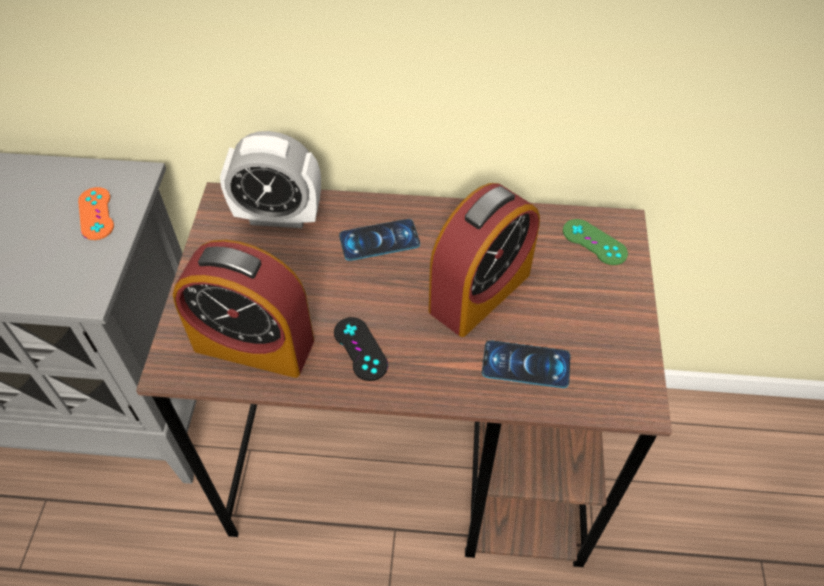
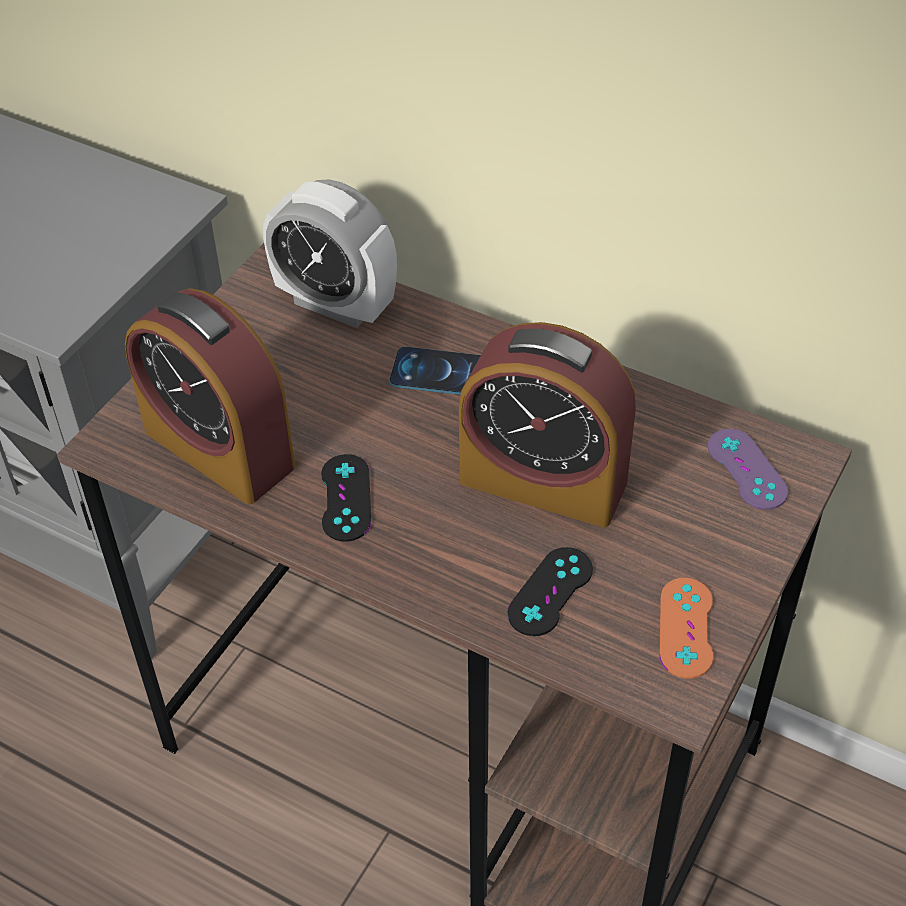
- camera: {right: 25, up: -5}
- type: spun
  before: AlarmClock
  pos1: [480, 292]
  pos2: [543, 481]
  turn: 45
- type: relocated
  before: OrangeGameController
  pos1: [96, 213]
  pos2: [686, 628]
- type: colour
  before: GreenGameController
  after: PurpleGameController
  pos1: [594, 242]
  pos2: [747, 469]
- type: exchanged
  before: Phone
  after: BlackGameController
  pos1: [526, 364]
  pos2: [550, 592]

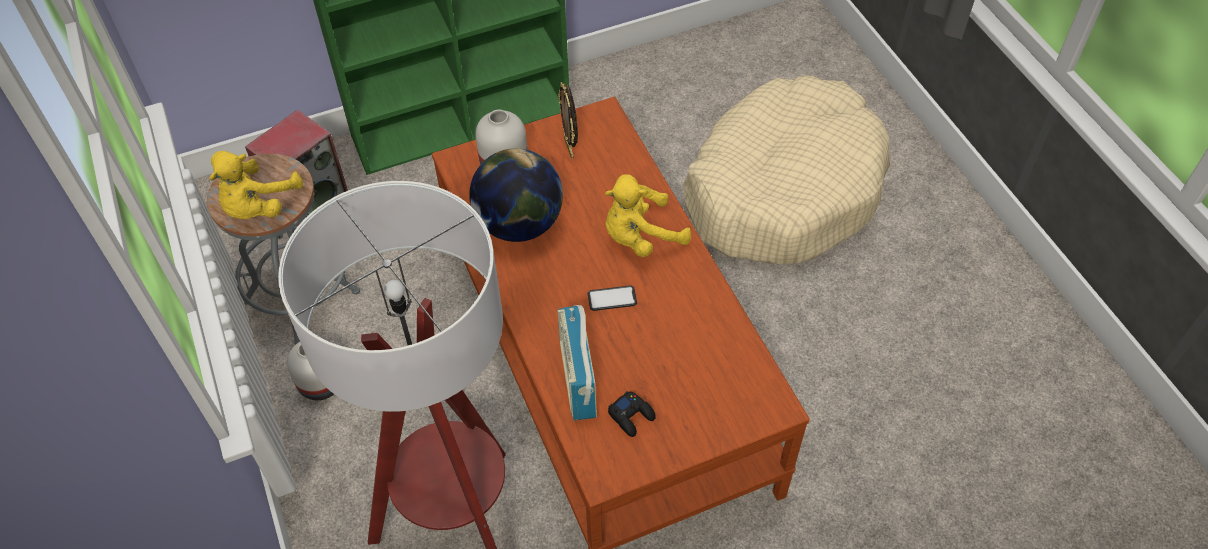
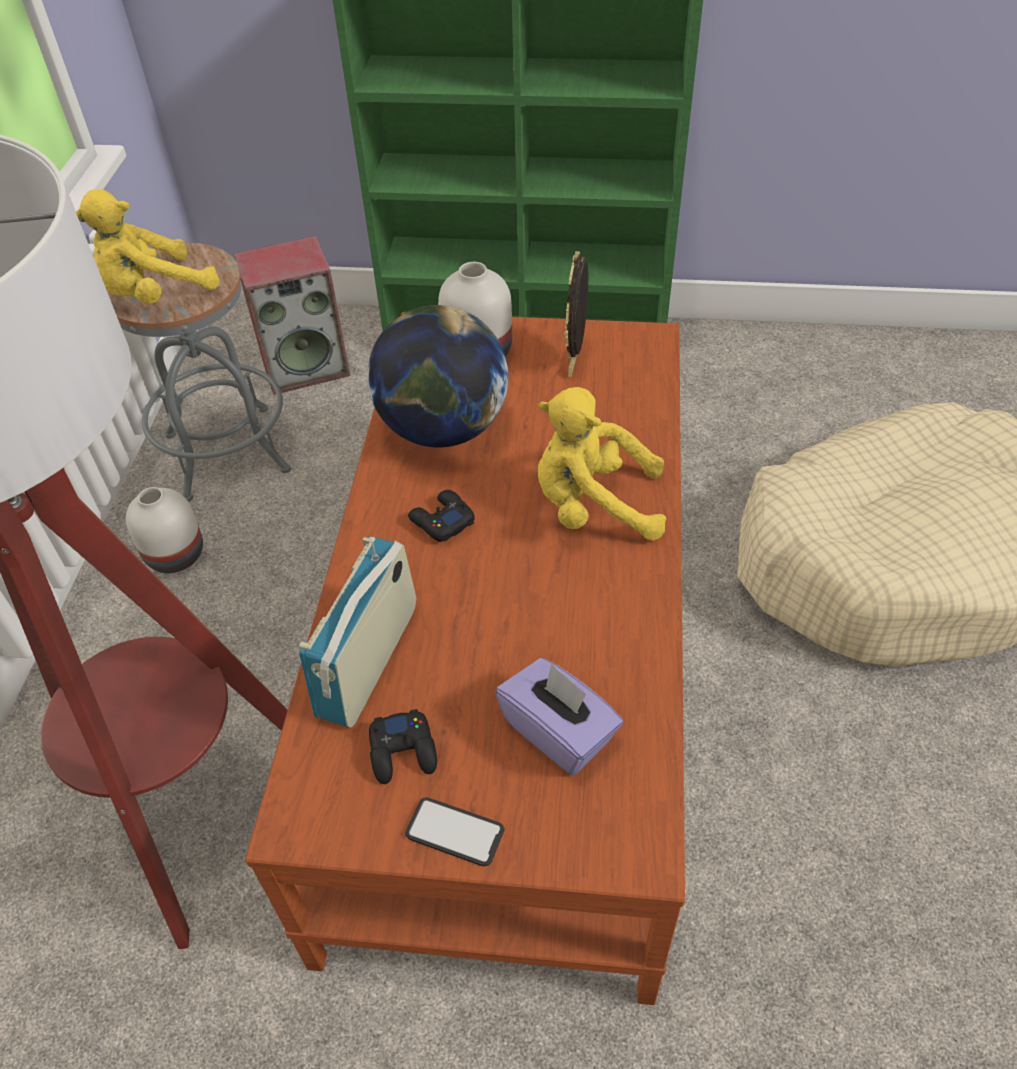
- camera: {right: 30, up: -5}
- type: relocated
  before: Phone
  pos1: [612, 298]
  pos2: [455, 832]
- type: appeared
  after: BlackGameController
  pos2: [441, 521]
- type: appeared
  after: PurpleTissueBox
  pos2: [559, 732]

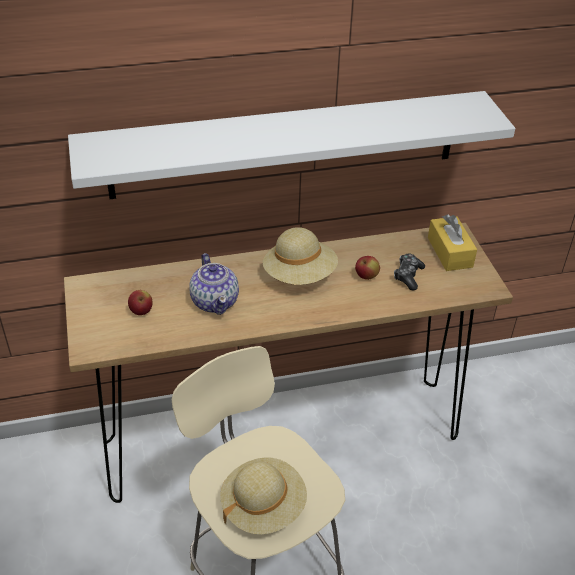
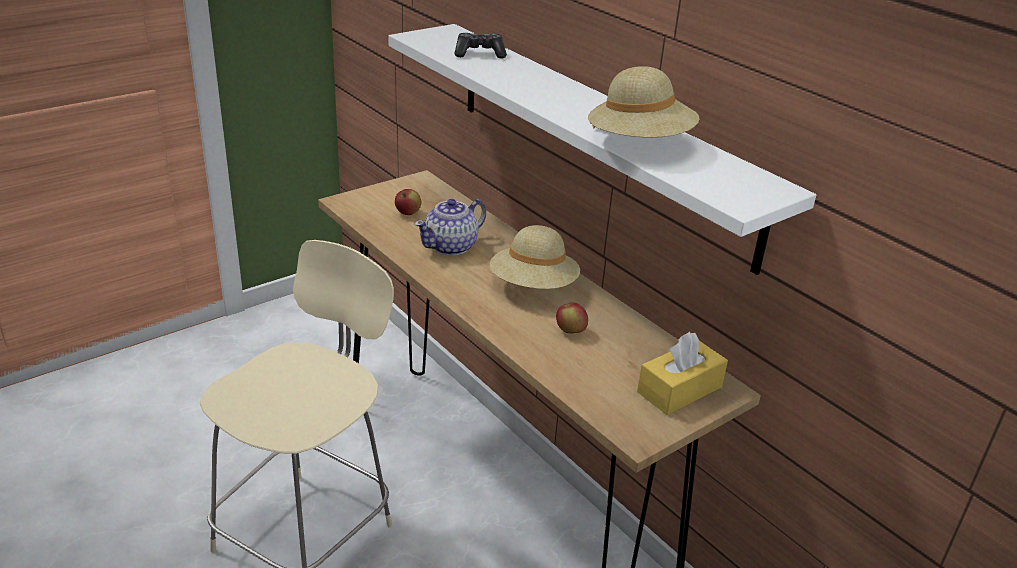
- camera: {right: 65, up: -10}
- type: relocated
  before: GameController
  pos1: [408, 276]
  pos2: [479, 54]
- type: relocated
  before: BeigeHat
  pos1: [263, 506]
  pos2: [640, 143]

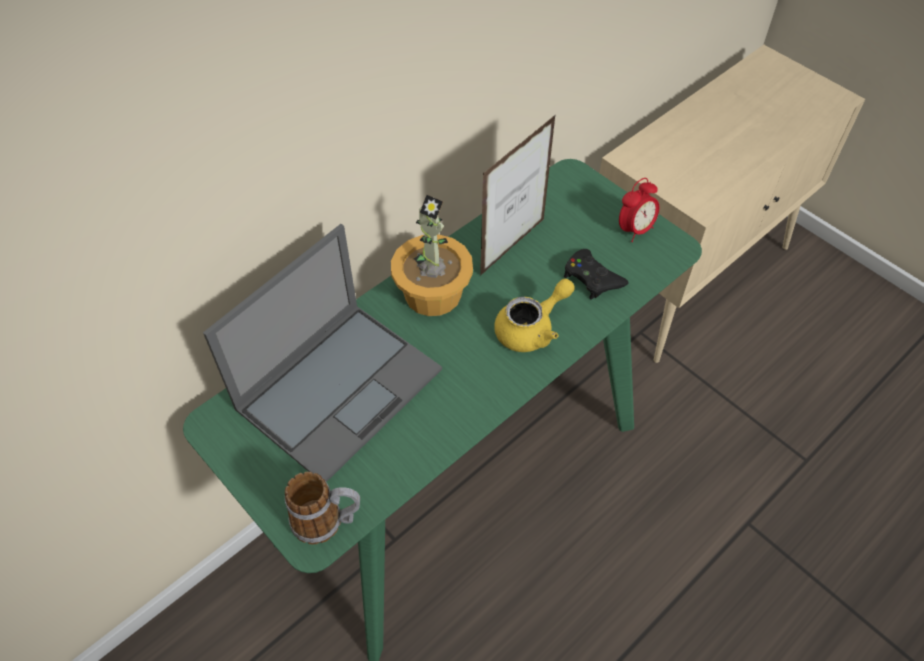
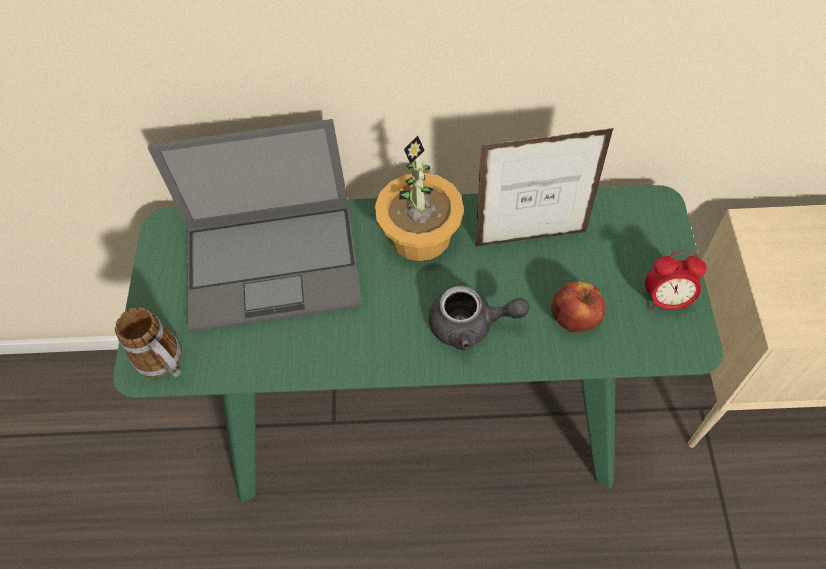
- camera: {right: 45, up: 5}
- type: exchanged
  before: BlackGameController
  after: Apple
  pos1: [592, 278]
  pos2: [574, 318]
- type: colour
  before: YellowTeapot
  after: GreyTeapot
  pos1: [531, 329]
  pos2: [471, 325]

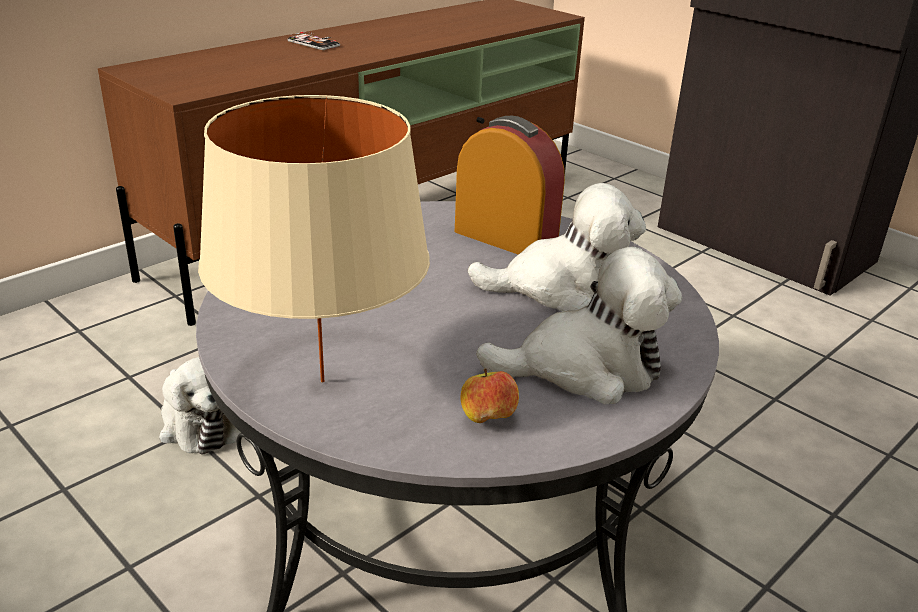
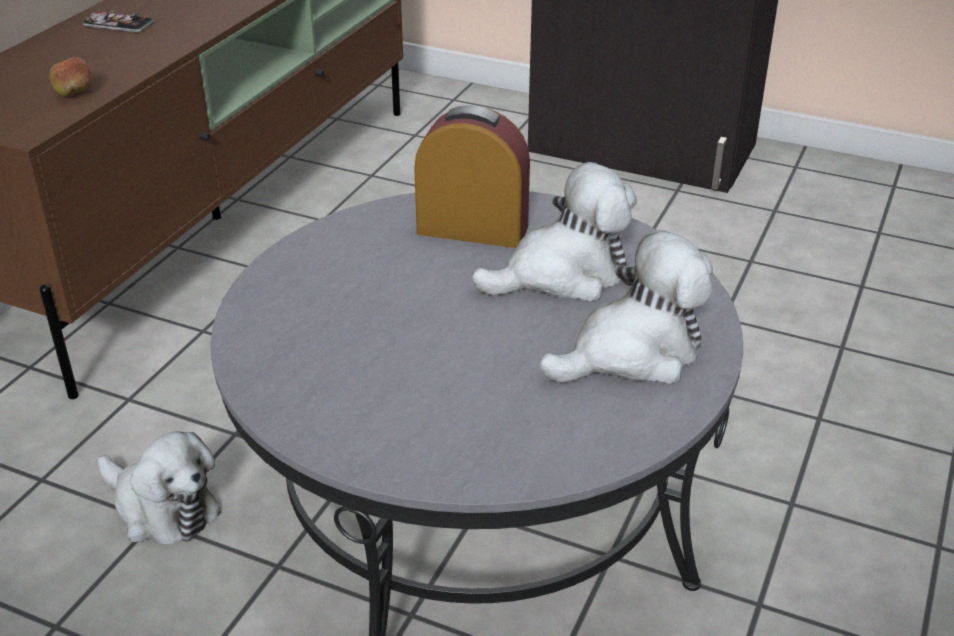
- camera: {right: -20, up: 5}
- type: missing
  before: BeigeTableLamp
  pos1: [323, 381]
- type: relocated
  before: Apple
  pos1: [488, 418]
  pos2: [74, 94]

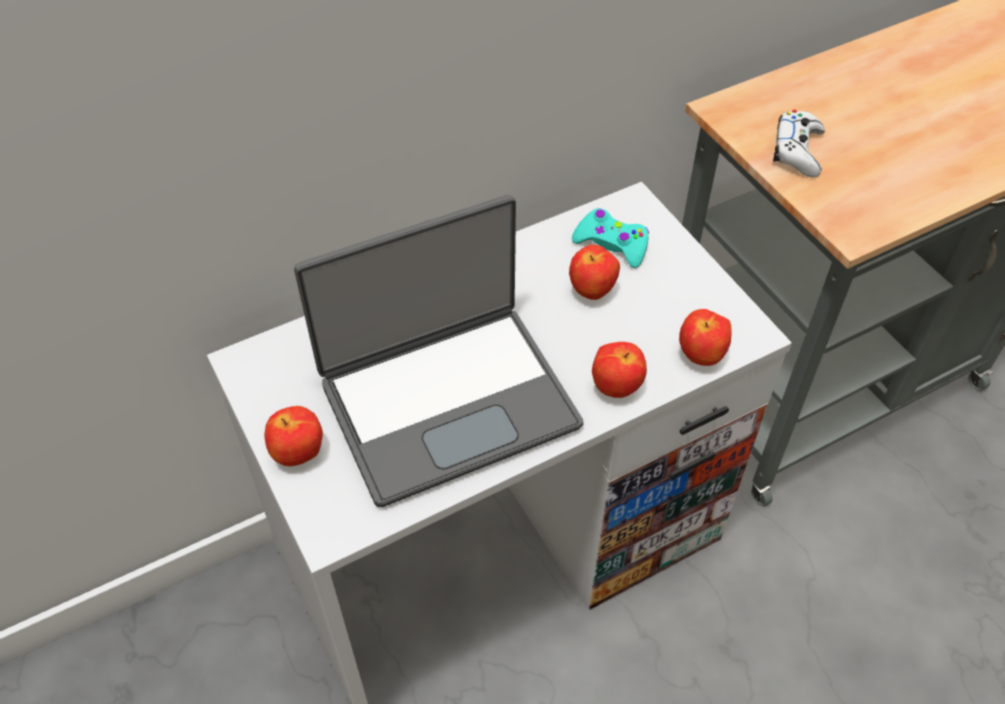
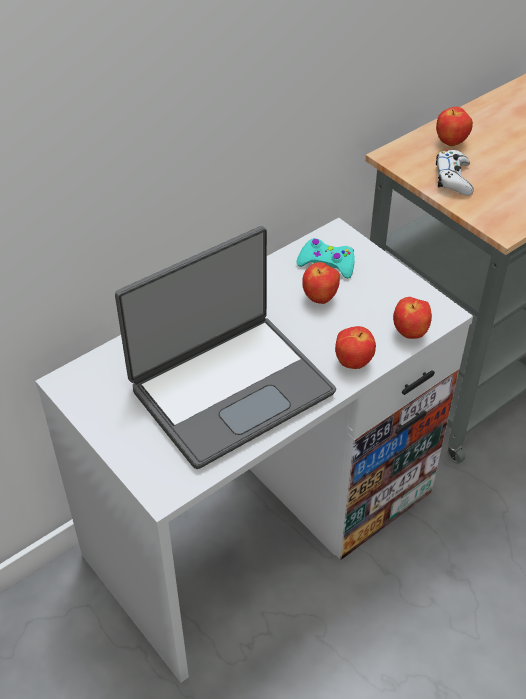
- camera: {right: -10, up: -5}
- type: relocated
  before: Apple
  pos1: [298, 454]
  pos2: [451, 143]

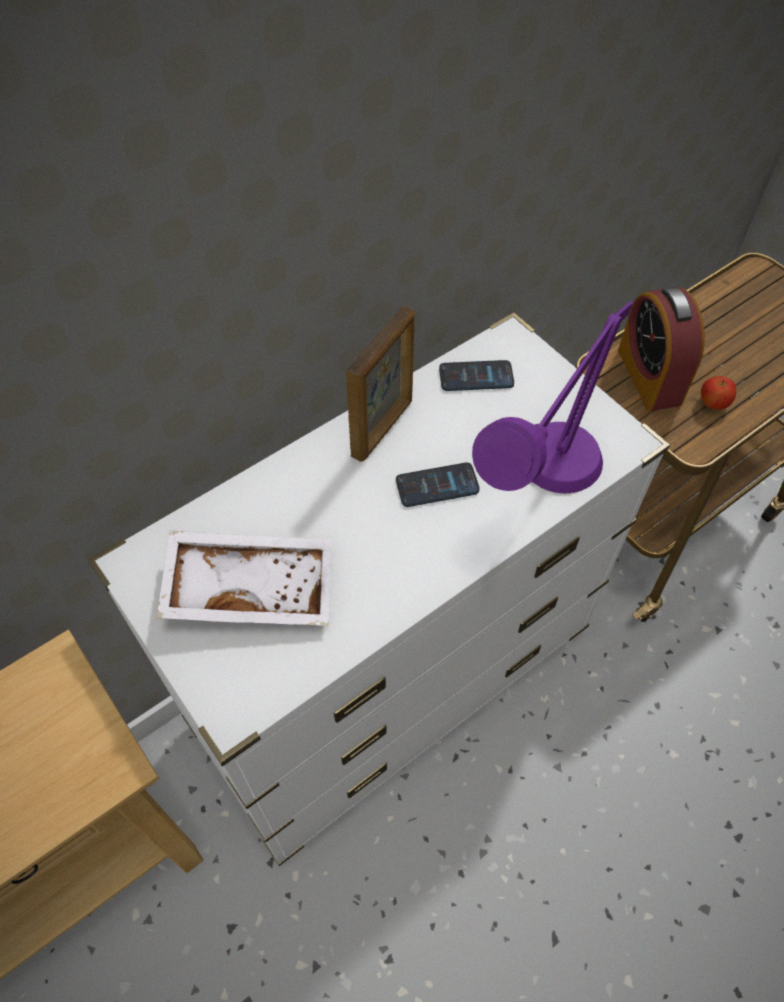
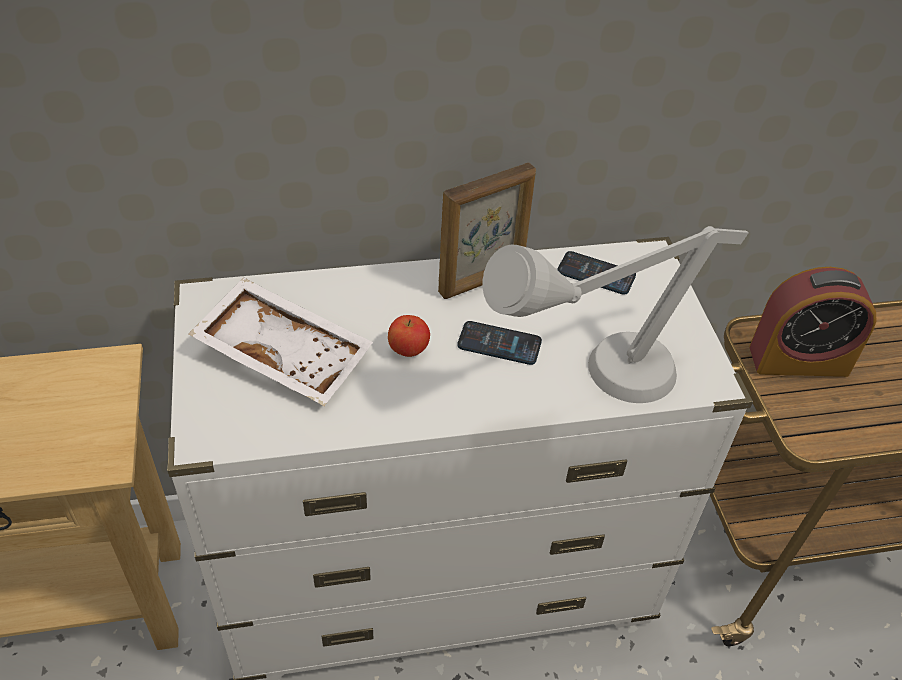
- camera: {right: 25, up: -10}
- type: spun
  before: AlarmClock
  pos1: [649, 376]
  pos2: [798, 360]
  turn: -105
- type: colour
  before: PurpleTableLamp
  after: GreyTableLamp
  pos1: [539, 489]
  pos2: [593, 385]
- type: relocated
  before: Apple
  pos1: [712, 403]
  pos2: [408, 350]

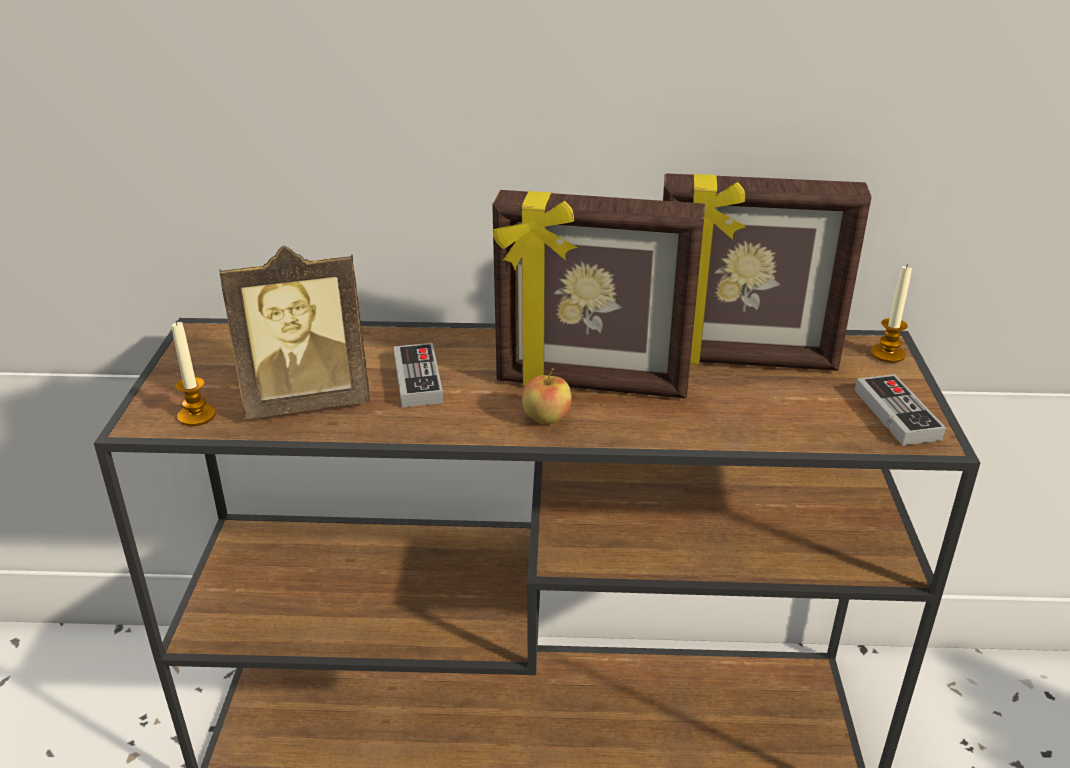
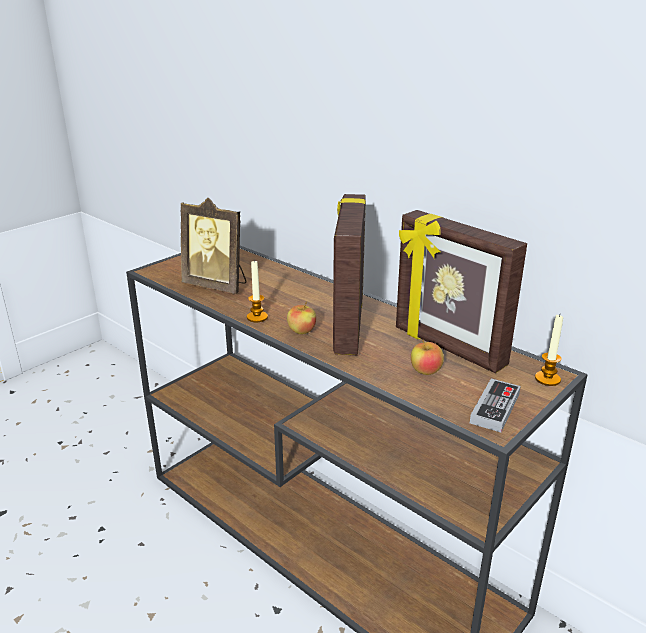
- camera: {right: 40, up: -5}
- type: spun
  before: PictureFrame
  pos1: [591, 385]
  pos2: [347, 327]
  turn: 45
- type: relocated
  before: Candle
  pos1: [197, 416]
  pos2: [257, 317]
- type: missing
  before: GameController
  pos1: [418, 379]
- type: appeared
  after: Apple
  pos2: [425, 371]

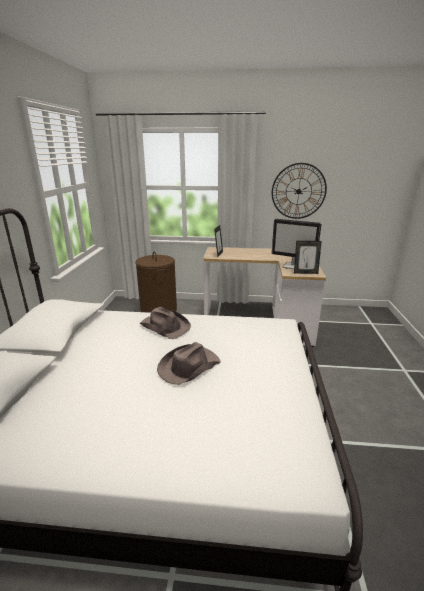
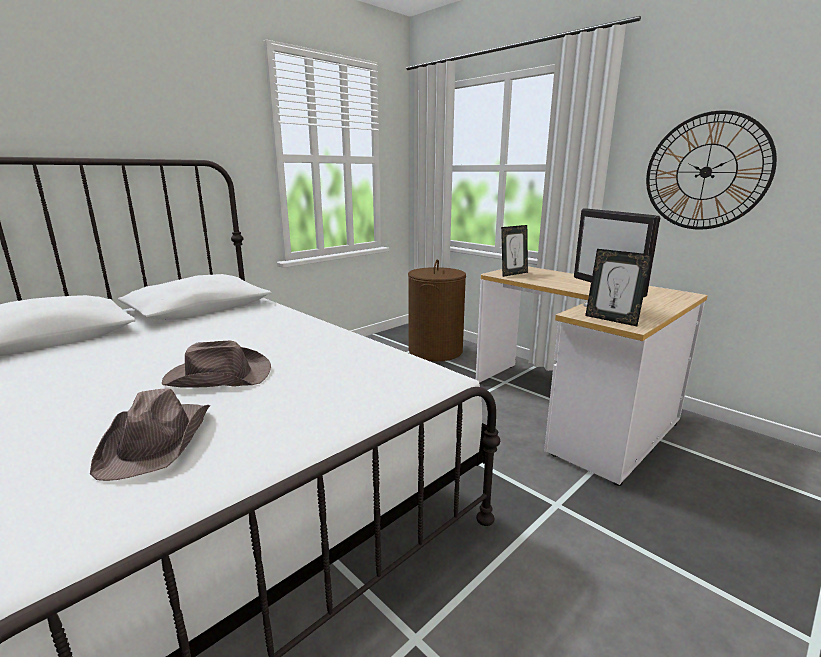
- camera: {right: 40, up: -5}
- type: relocated
  before: BrownHat
  pos1: [165, 326]
  pos2: [158, 440]

